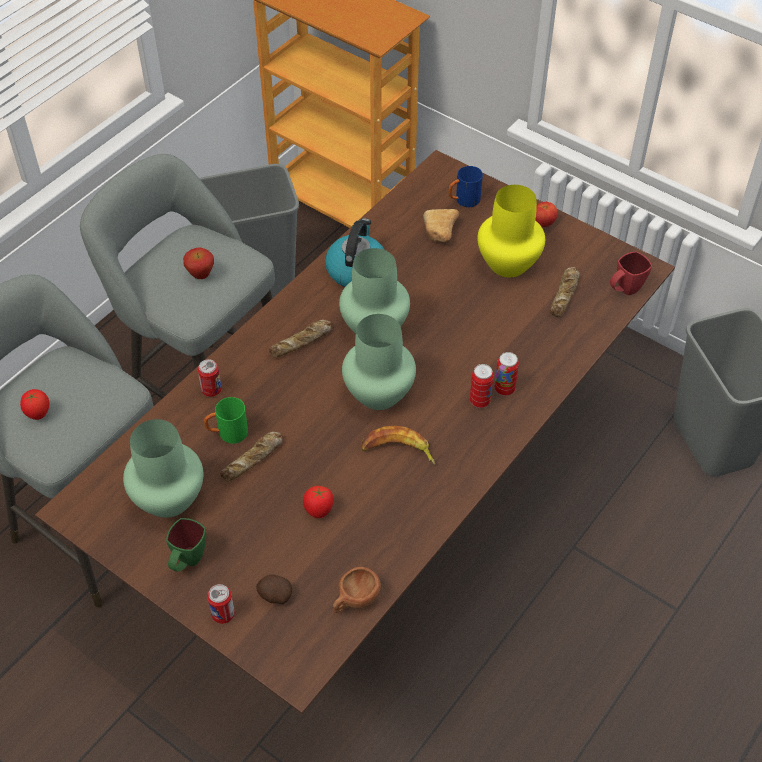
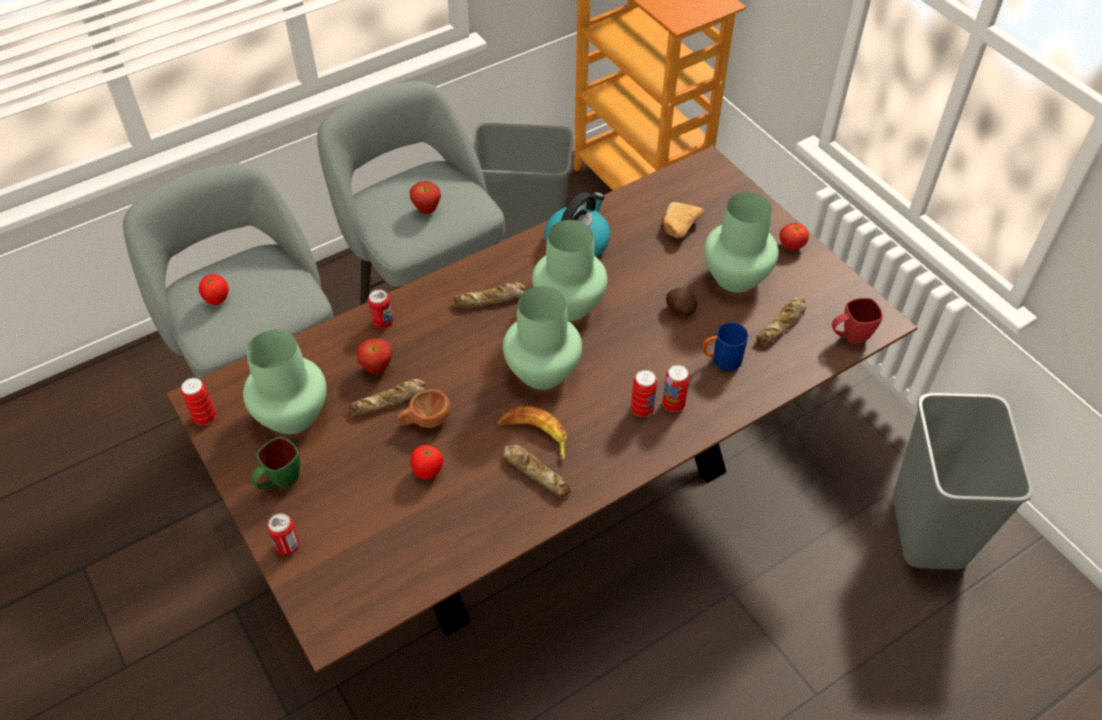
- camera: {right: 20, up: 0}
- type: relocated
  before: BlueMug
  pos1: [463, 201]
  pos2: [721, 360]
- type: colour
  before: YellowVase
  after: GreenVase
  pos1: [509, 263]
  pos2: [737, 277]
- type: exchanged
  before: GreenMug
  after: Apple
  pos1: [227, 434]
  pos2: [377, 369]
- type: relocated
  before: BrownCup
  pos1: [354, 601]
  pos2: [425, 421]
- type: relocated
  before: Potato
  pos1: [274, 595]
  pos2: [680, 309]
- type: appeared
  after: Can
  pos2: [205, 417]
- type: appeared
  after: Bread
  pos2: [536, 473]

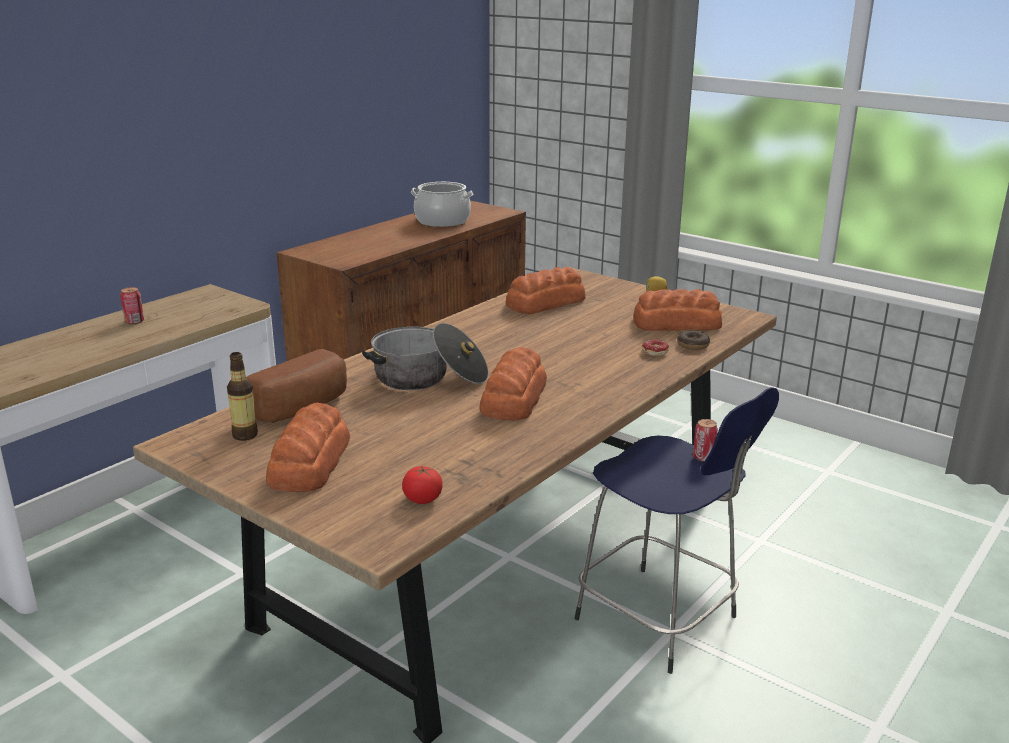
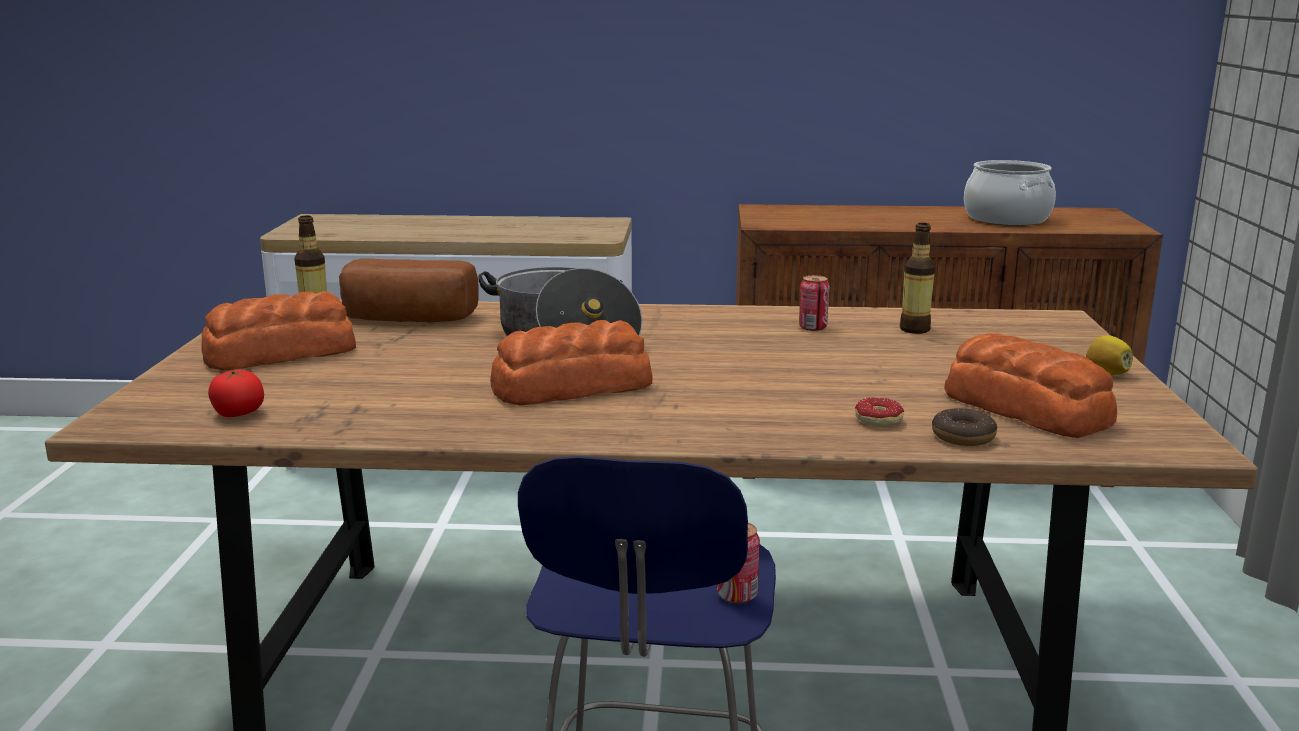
- camera: {right: 55, up: -5}
- type: exchanged
  before: Bread
  after: Bottle
  pos1: [544, 303]
  pos2: [914, 329]
- type: relocated
  before: Can
  pos1: [134, 321]
  pos2: [812, 327]

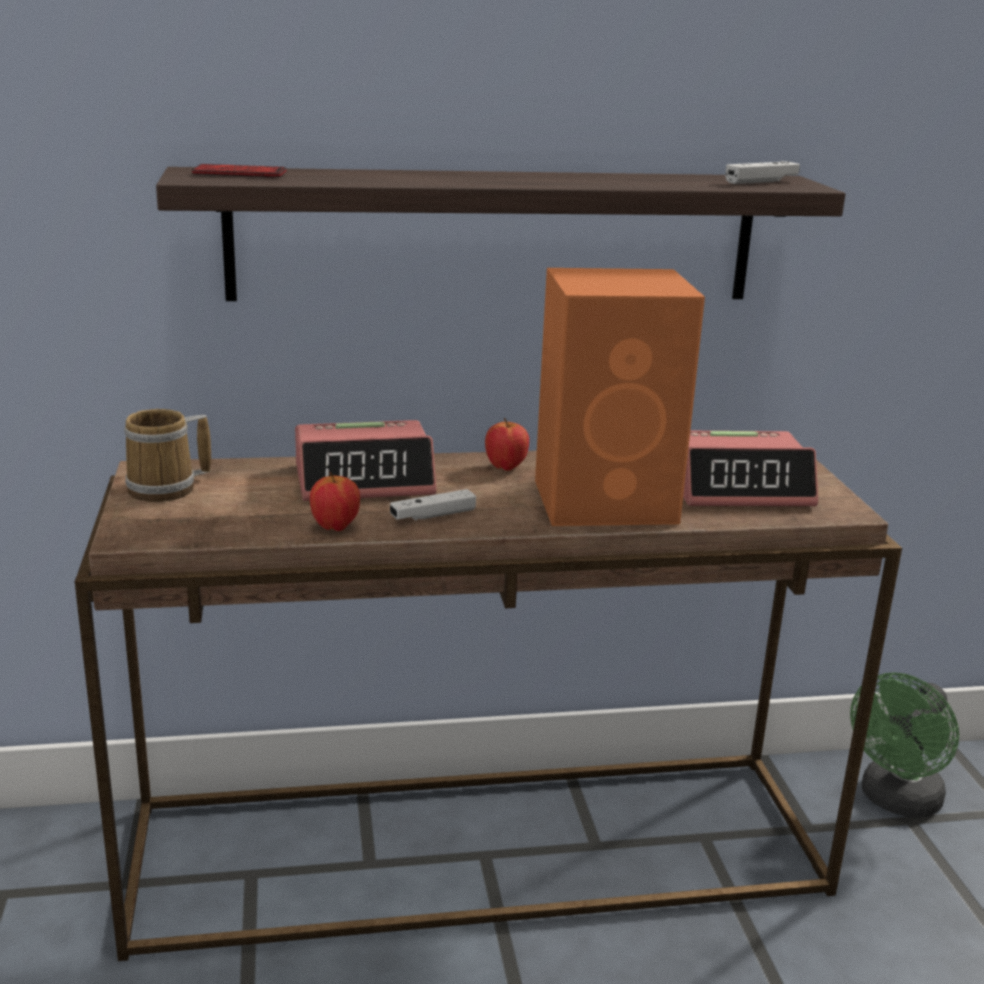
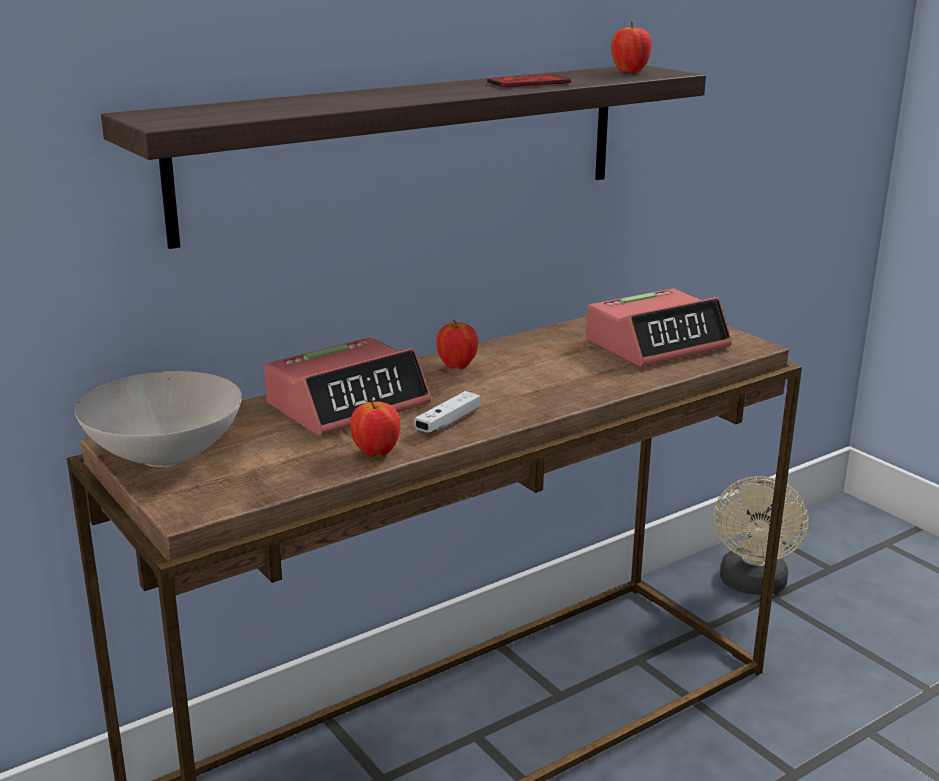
- camera: {right: -25, up: 0}
- type: exchanged
  before: WhiteGameController
  after: Apple
  pos1: [761, 181]
  pos2: [629, 72]
- type: relocated
  before: Phone
  pos1: [240, 173]
  pos2: [529, 83]
- type: missing
  before: OrangeSpeaker
  pos1: [609, 501]
- type: exchanged
  before: Mug
  after: WhiteBowl
  pos1: [167, 488]
  pos2: [168, 455]
- type: colour
  before: GreenFan
  after: BeigeFan
  pos1: [896, 801]
  pos2: [752, 585]

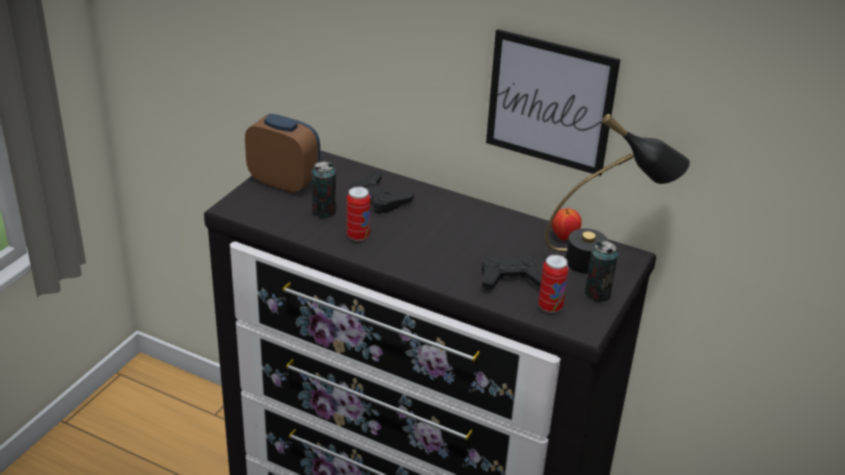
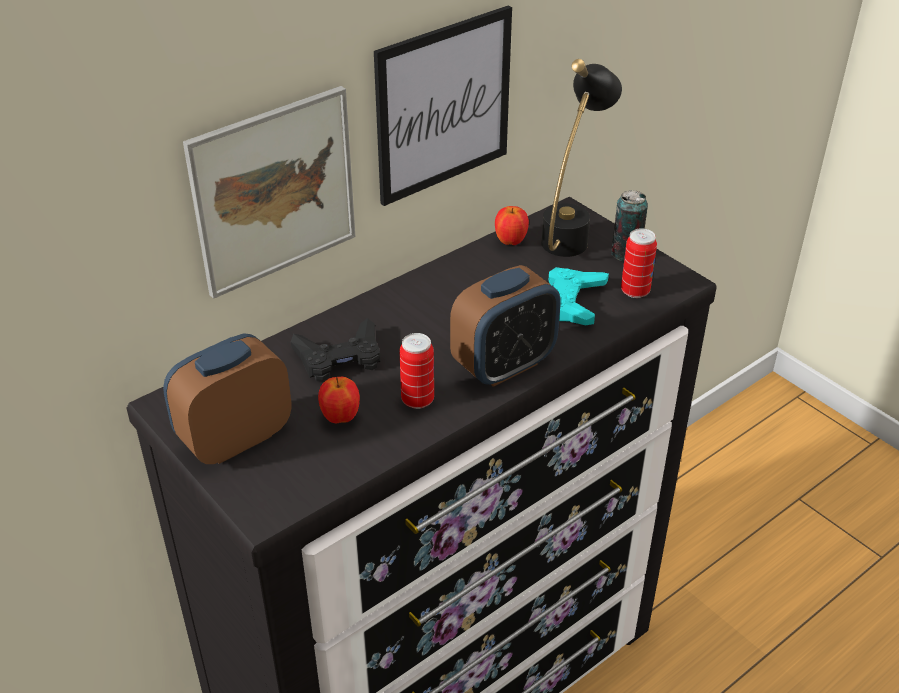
- camera: {right: -65, up: 5}
- type: exchanged
  before: Can
  after: Apple
  pos1: [324, 212]
  pos2: [340, 417]
- type: colour
  before: BlackGameController
  after: TurquoiseGameController
  pos1: [511, 278]
  pos2: [571, 302]
- type: appeared
  after: Picture
  pos2: [274, 191]
- type: appeared
  after: AlarmClock
  pos2: [504, 366]

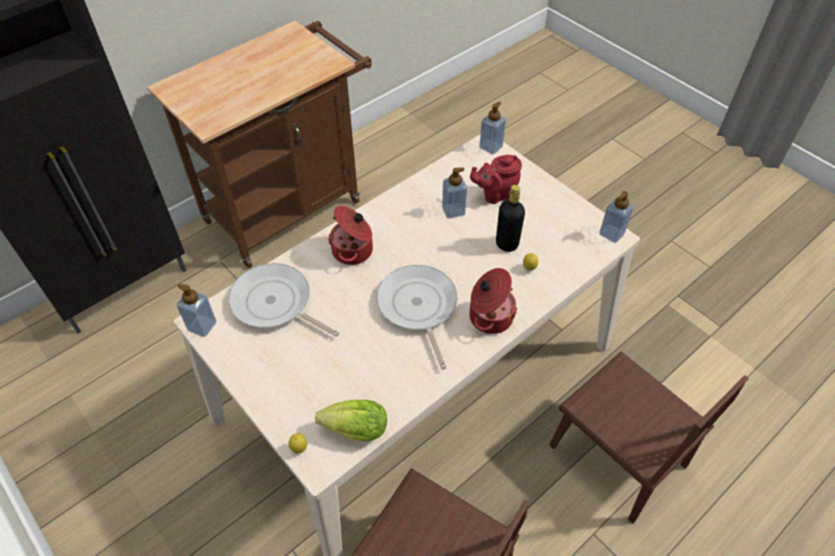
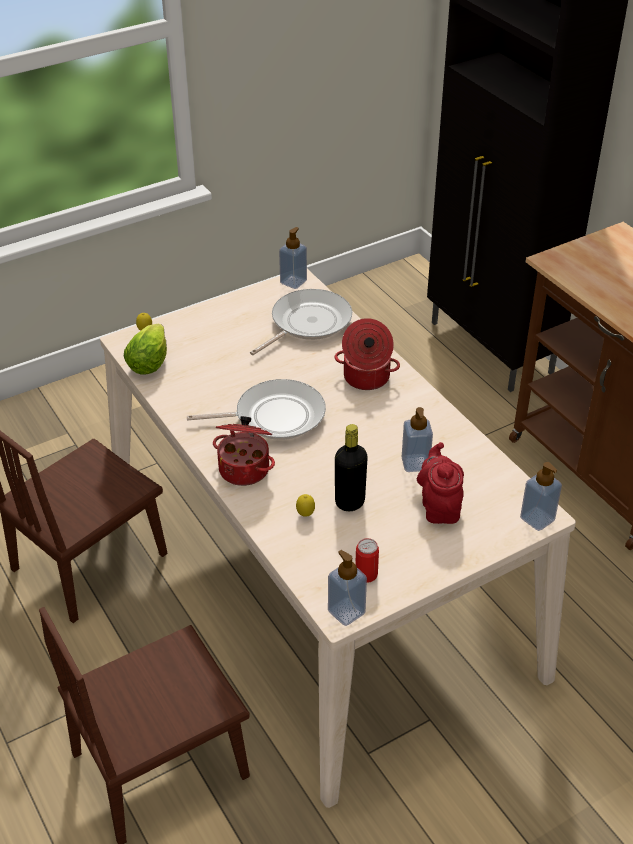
- camera: {right: 100, up: -10}
- type: appeared
  after: Can
  pos2: [366, 574]

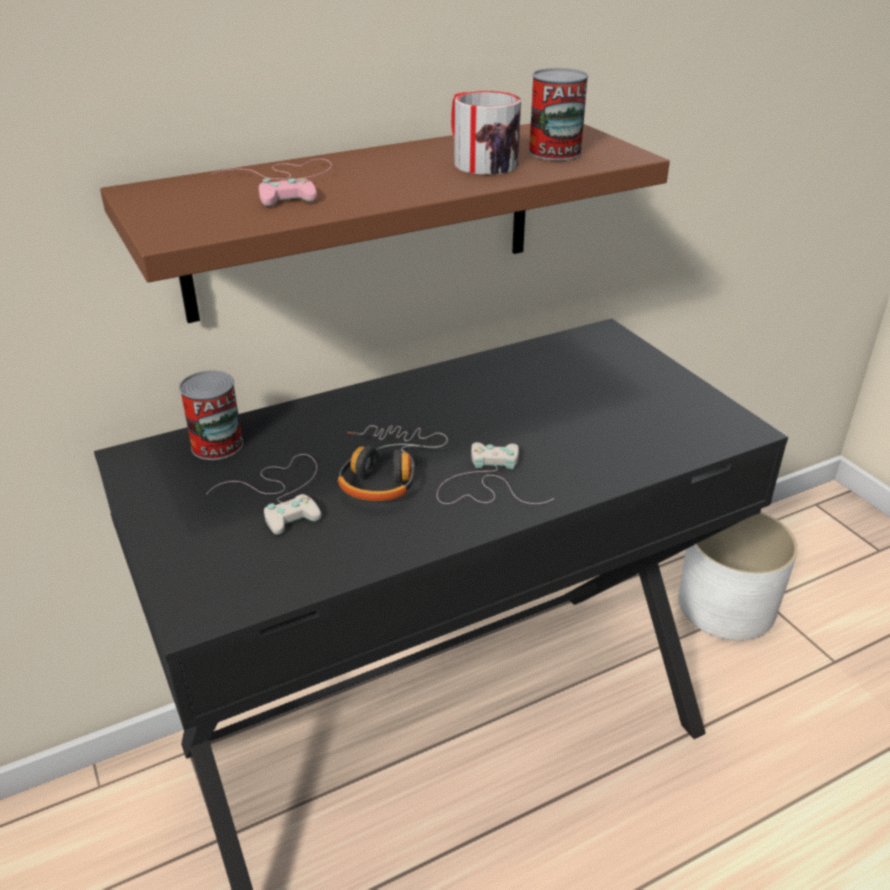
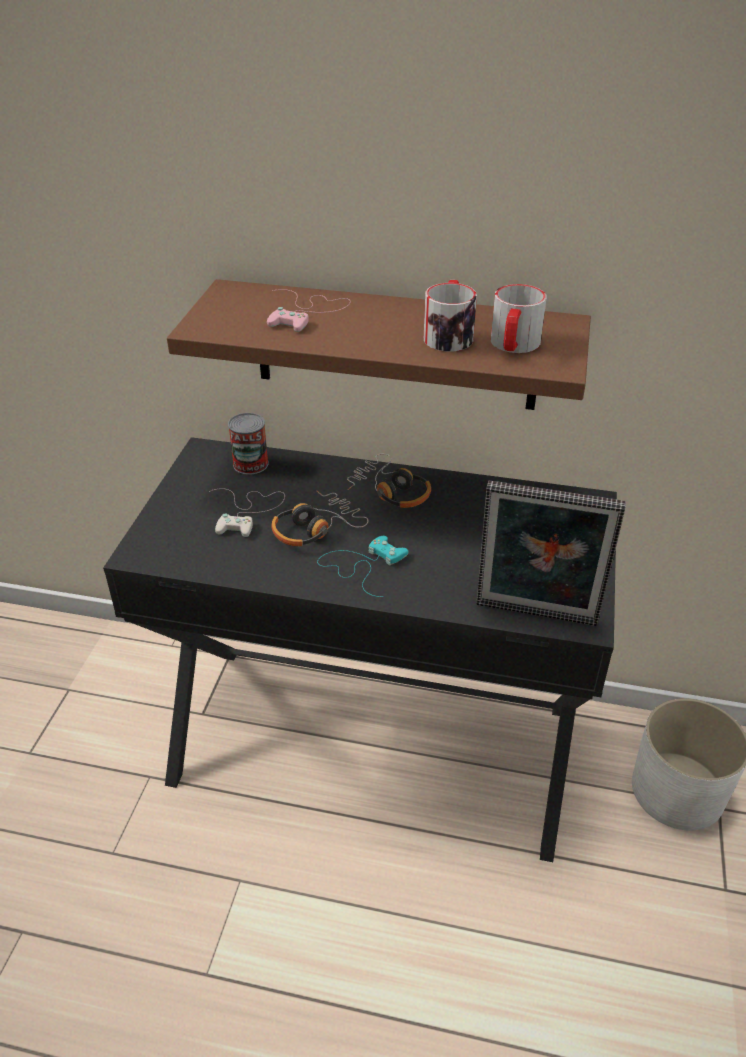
- camera: {right: 40, up: 5}
- type: exchanged
  before: Can
  after: Mug
  pos1: [555, 152]
  pos2: [513, 345]
- type: colour
  before: WhiteGameController
  after: TurquoiseGameController
  pos1: [485, 483]
  pos2: [362, 565]
- type: appeared
  after: Headphones
  pos2: [390, 491]
- type: appeared
  after: PictureFrame
  pos2: [535, 617]

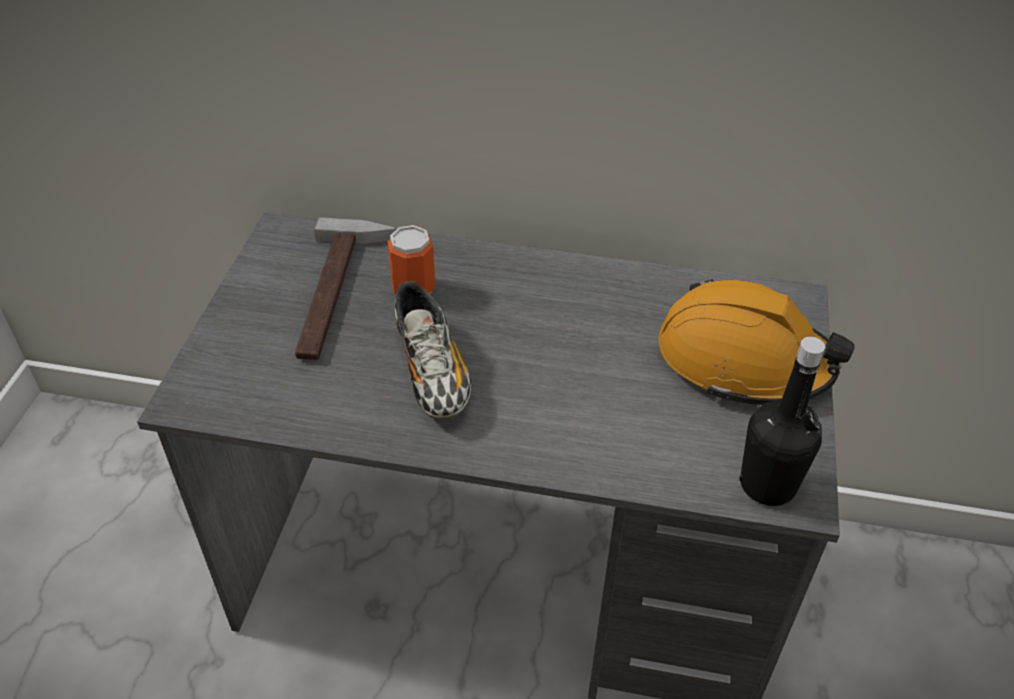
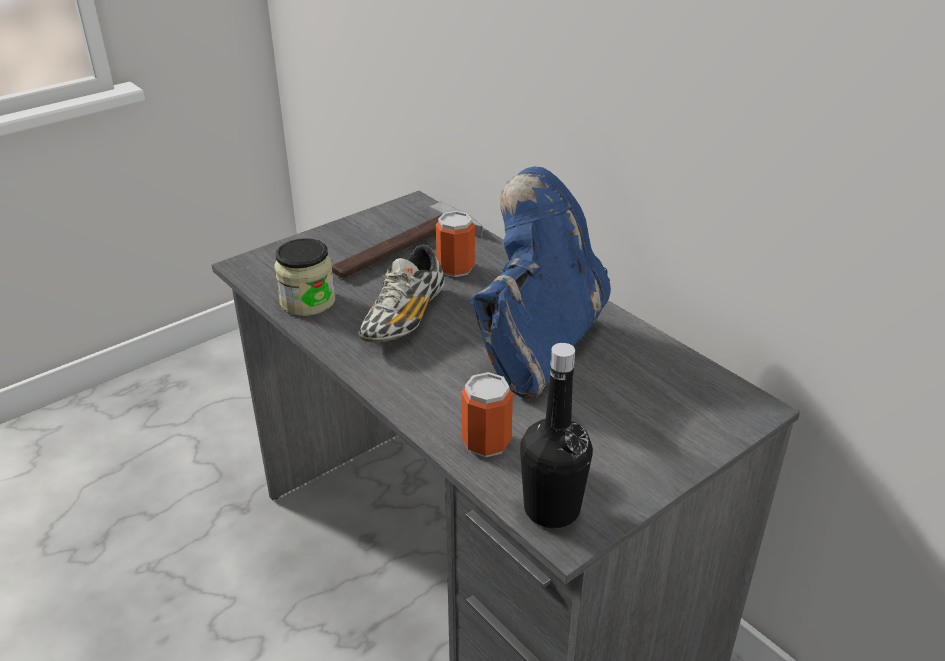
- camera: {right: 40, up: -10}
- type: missing
  before: OrangeHardHat
  pos1: [743, 361]
- type: appeared
  after: BlueBoot
  pos2: [537, 344]
- type: appeared
  after: Jar
  pos2: [307, 301]
- type: appeared
  after: Can
  pos2: [486, 442]

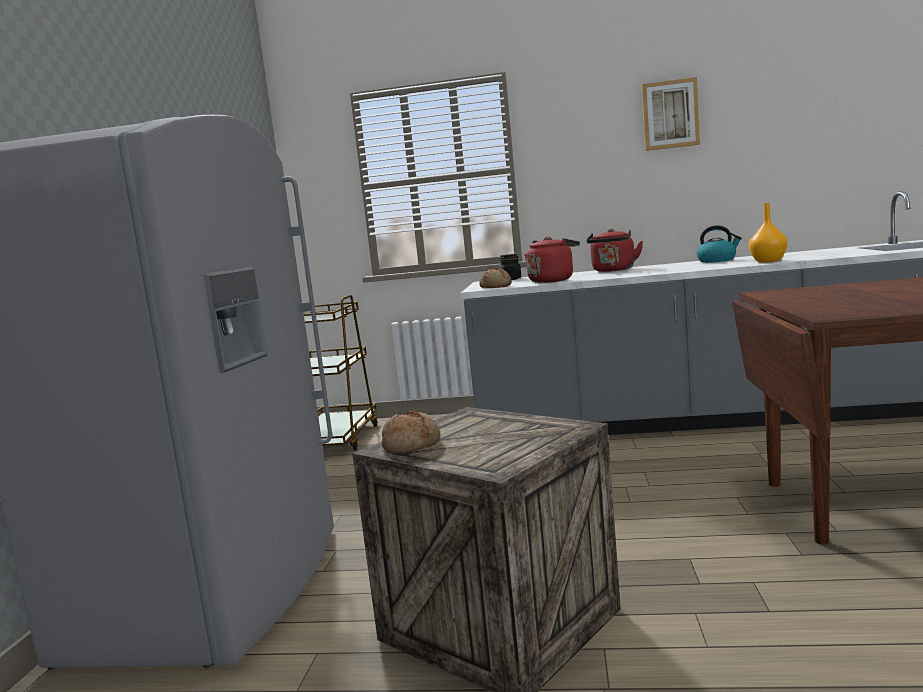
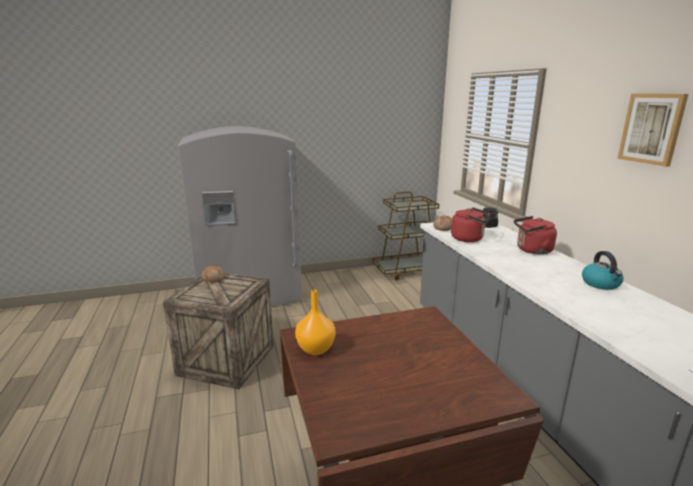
- camera: {right: 65, up: 10}
- type: relocated
  before: OrangeVase
  pos1: [768, 261]
  pos2: [316, 349]

